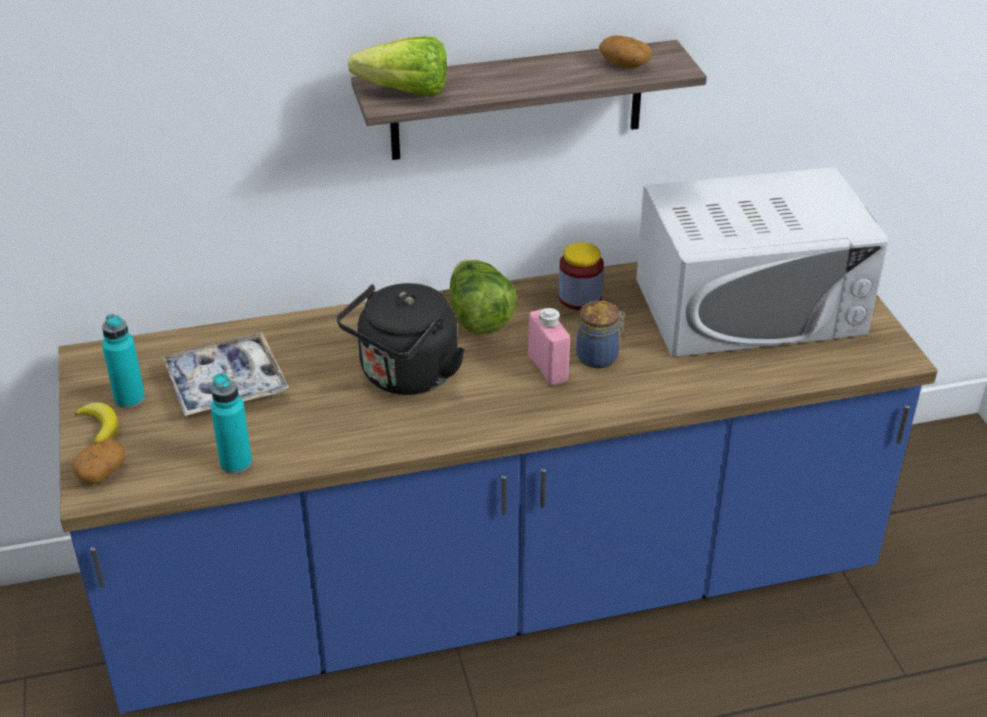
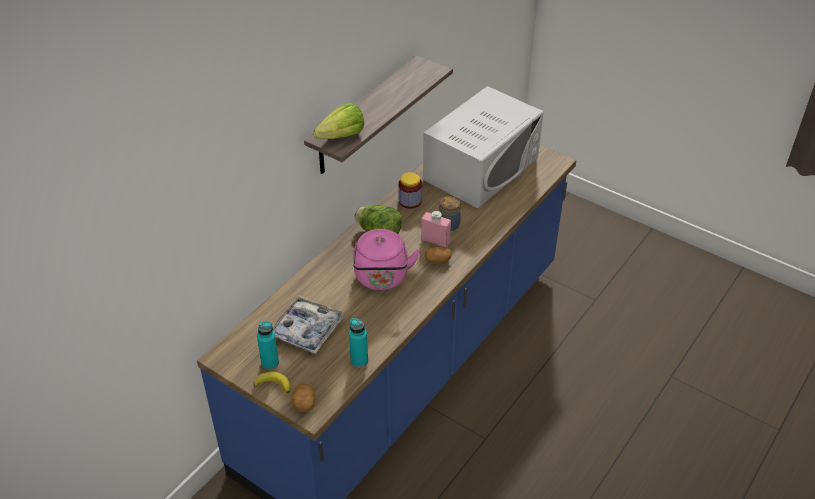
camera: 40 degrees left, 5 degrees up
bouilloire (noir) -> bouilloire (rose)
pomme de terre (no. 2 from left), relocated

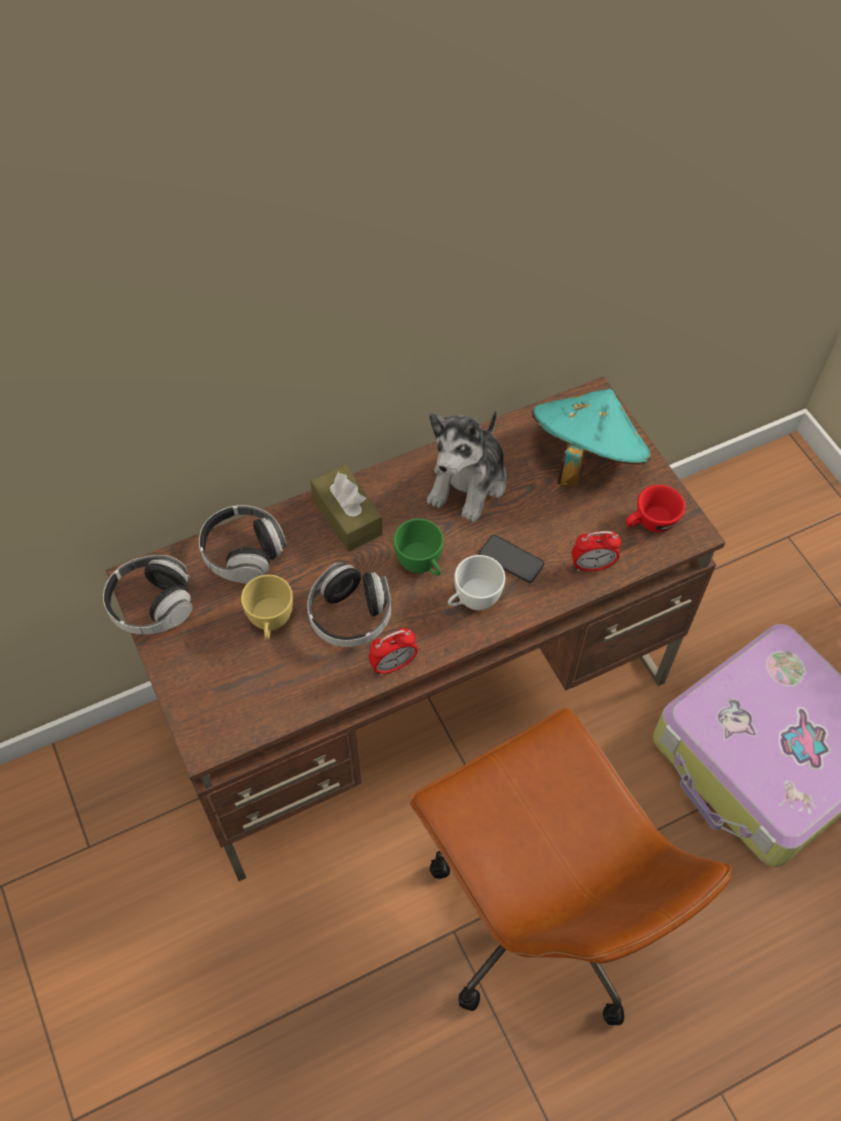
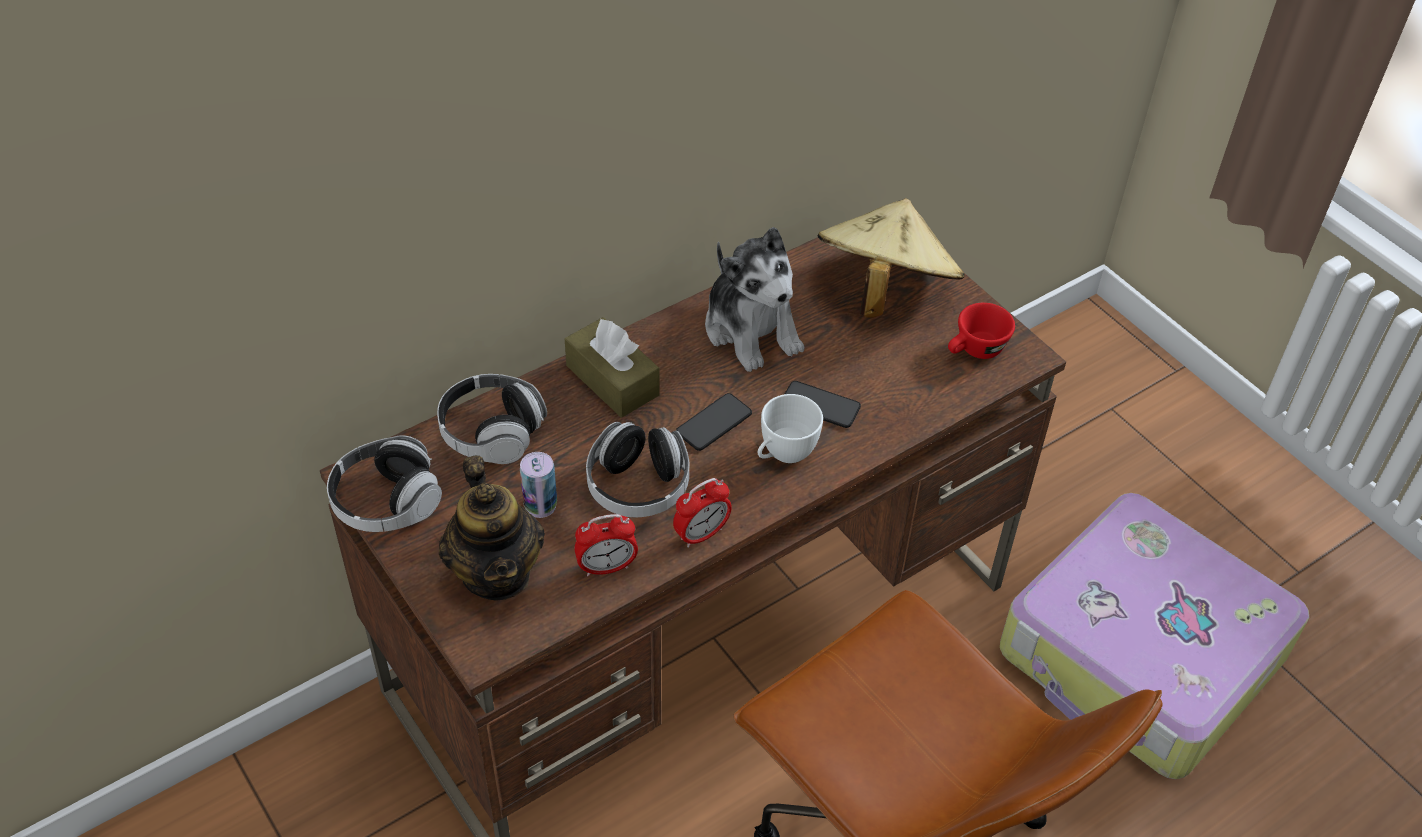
camera: 10 degrees left, 10 degrees down
none -> théière
tasse (jaune) -> boîte métallique
réveil (no. 2 from left in the first image) -> réveil (no. 1 from left), relocated
tasse (vert) -> téléphone (no. 1 from left)
peluche, 45 degrees counterclockwise
chapeau (turquoise) -> chapeau (beige)

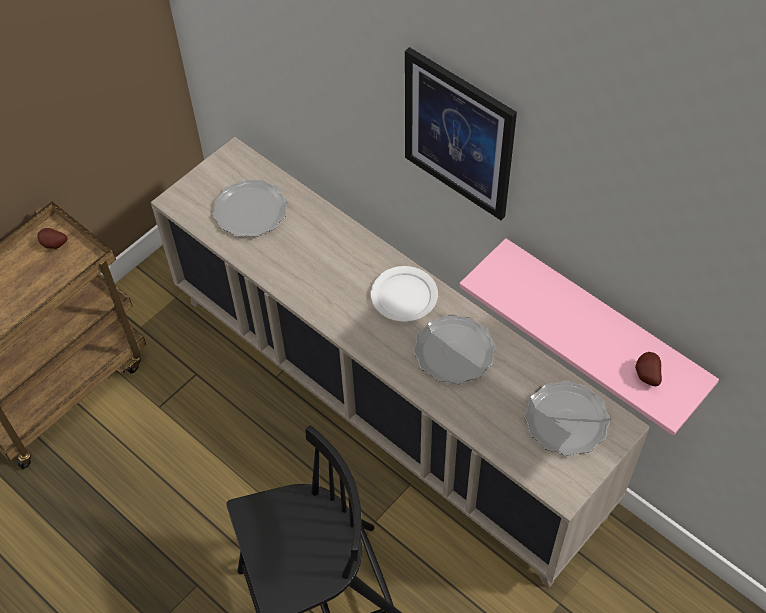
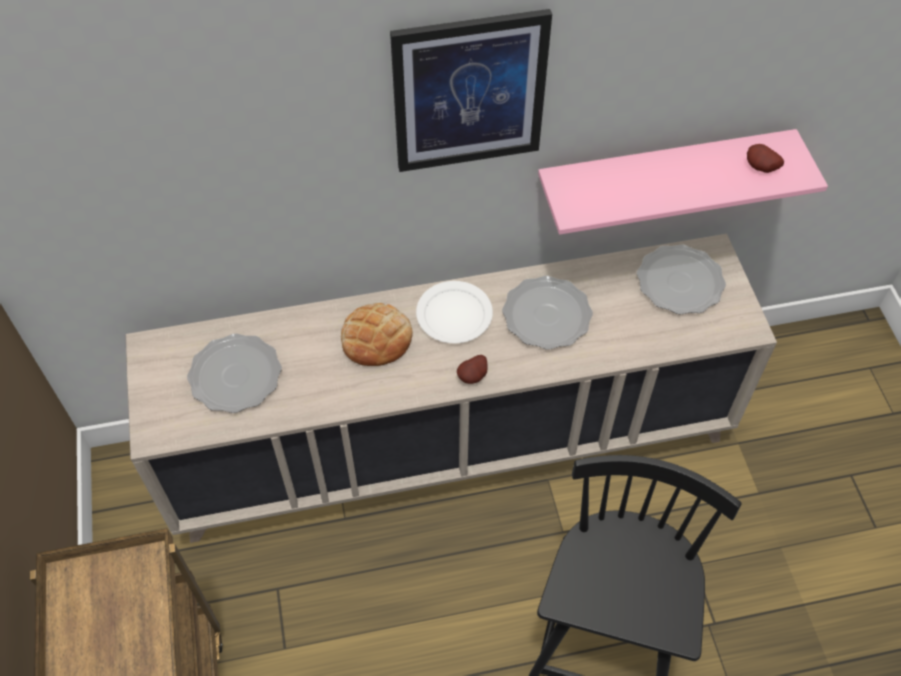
camera: 55 degrees left, 0 degrees up
none -> pain
pomme de terre (no. 1 from left), relocated

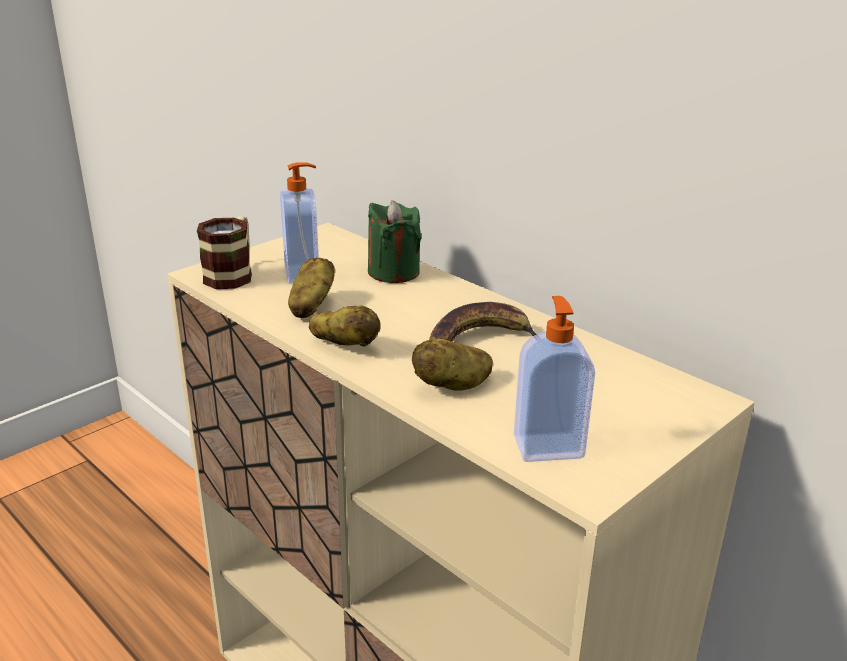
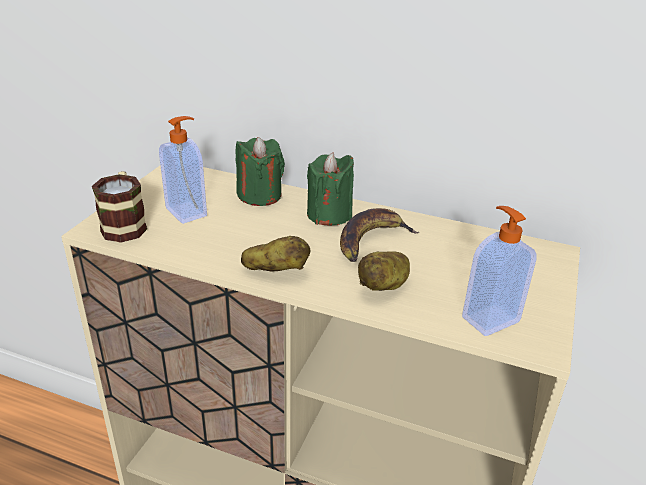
camera: 25 degrees left, 5 degrees up
none -> bougie (vert) (no. 2 from left)
pomme de terre (no. 1 from left) -> none

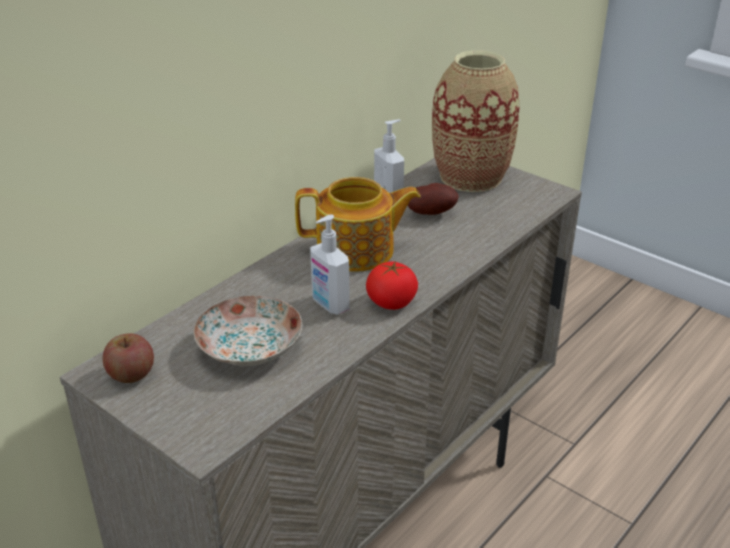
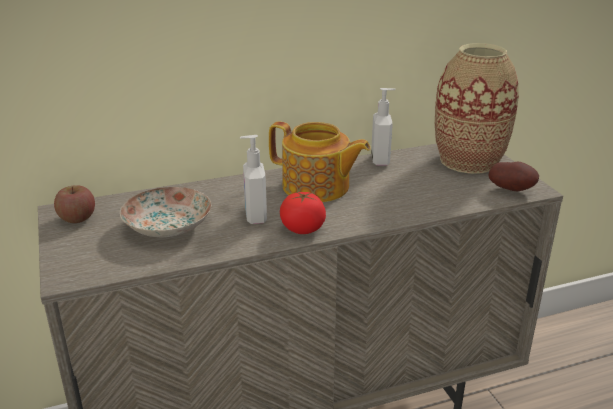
camera: 30 degrees right, 5 degrees down
pomme de terre, relocated

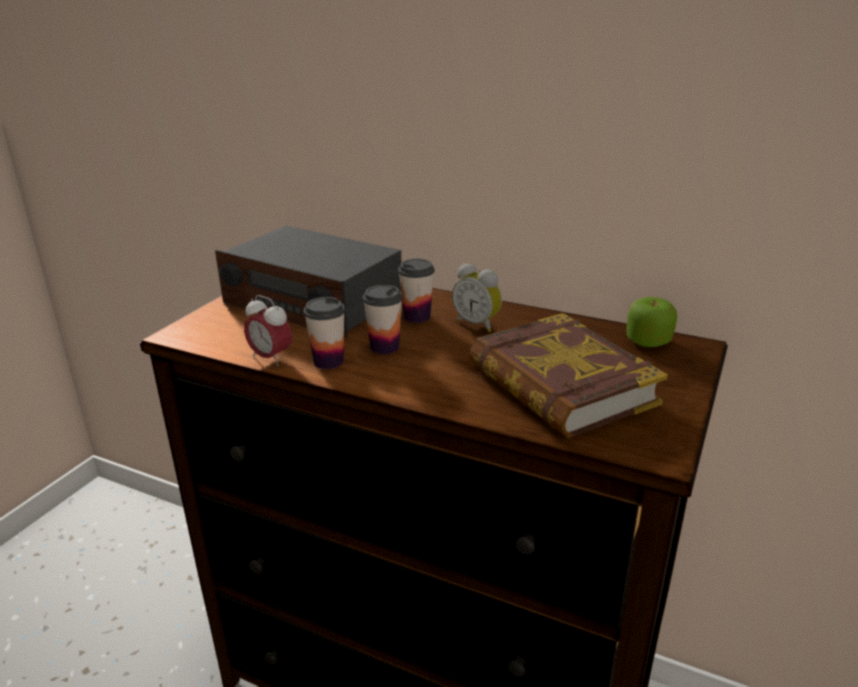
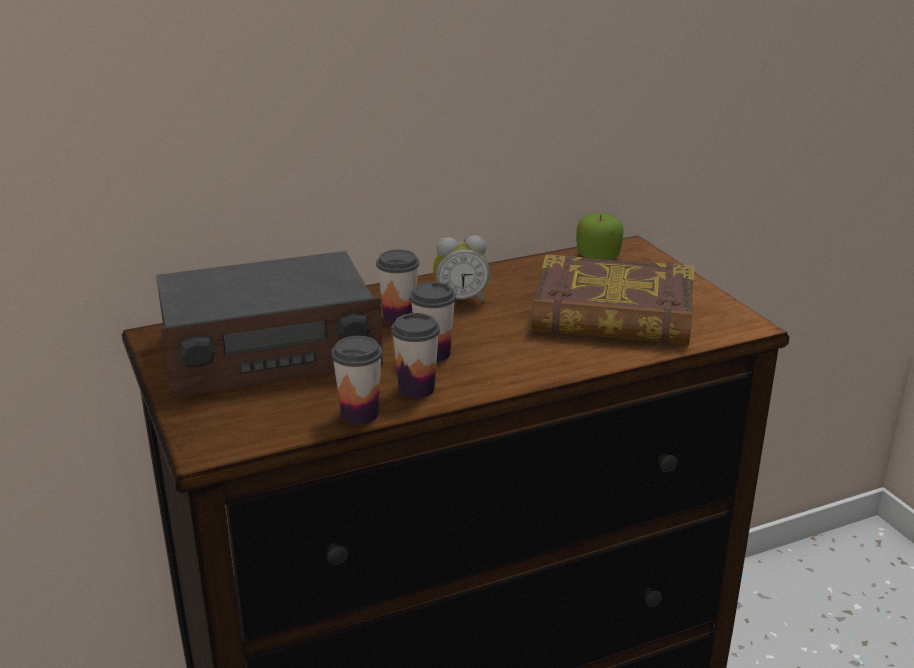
camera: 50 degrees left, 0 degrees up
réveil (no. 1 from left) -> tasse (no. 1 from left)

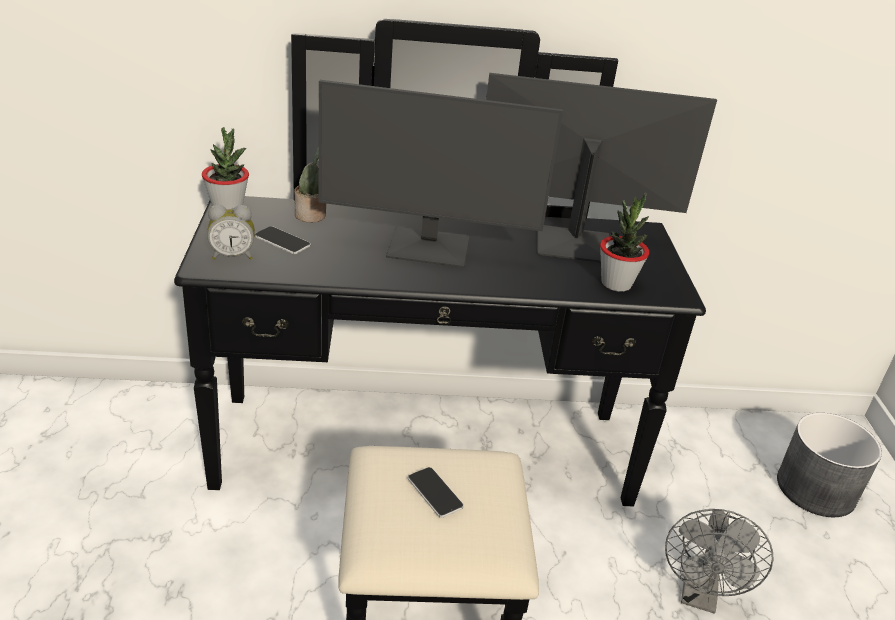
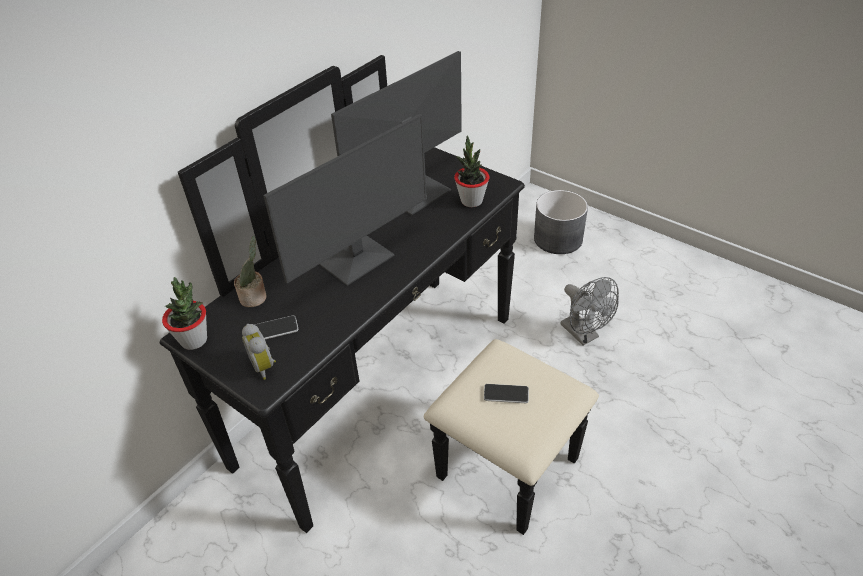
camera: 45 degrees left, 10 degrees up
réveil, 120 degrees clockwise

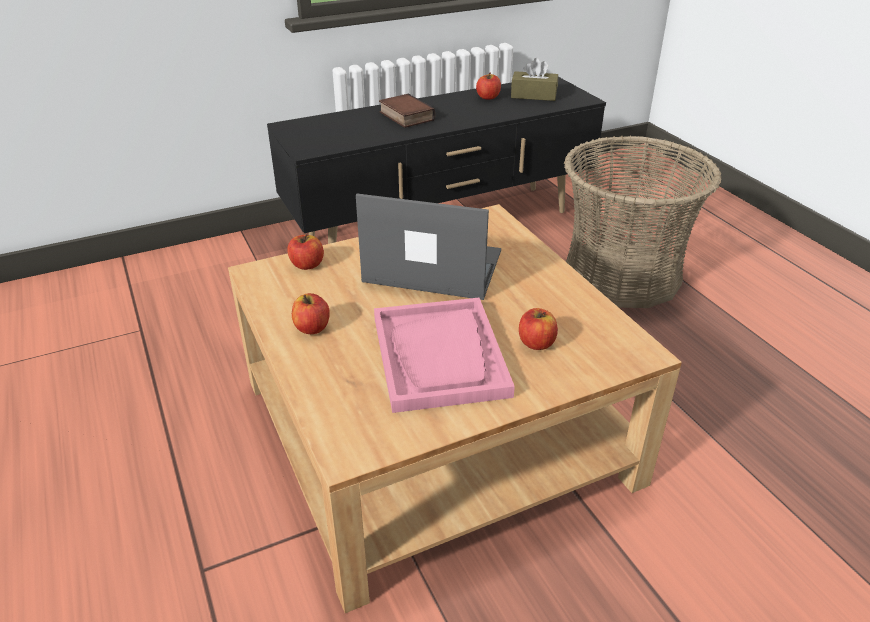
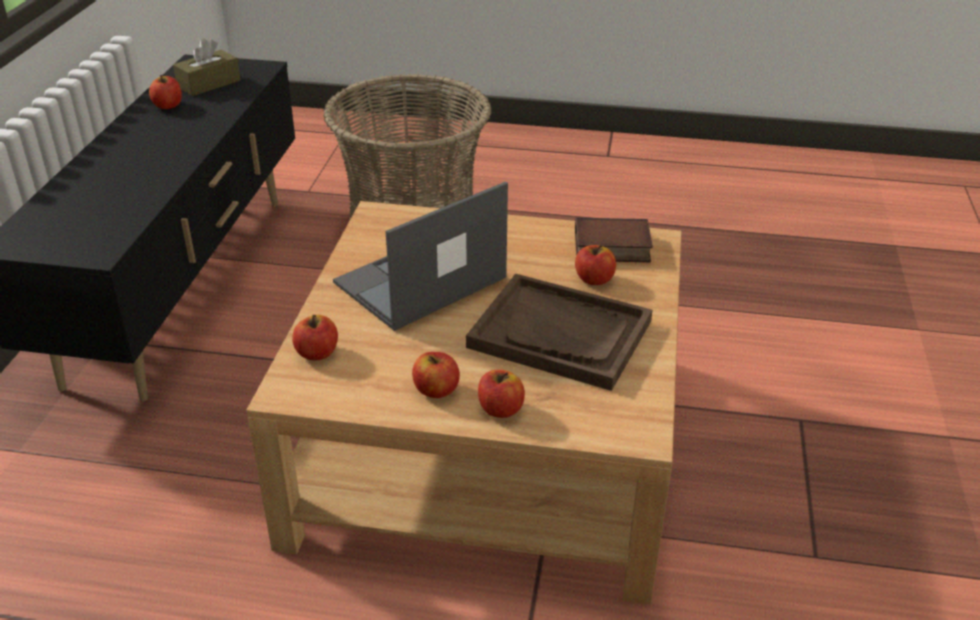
camera: 55 degrees left, 0 degrees up
plateau (rose) -> plateau (marron)
none -> pomme (no. 4 from left)
livre, relocated

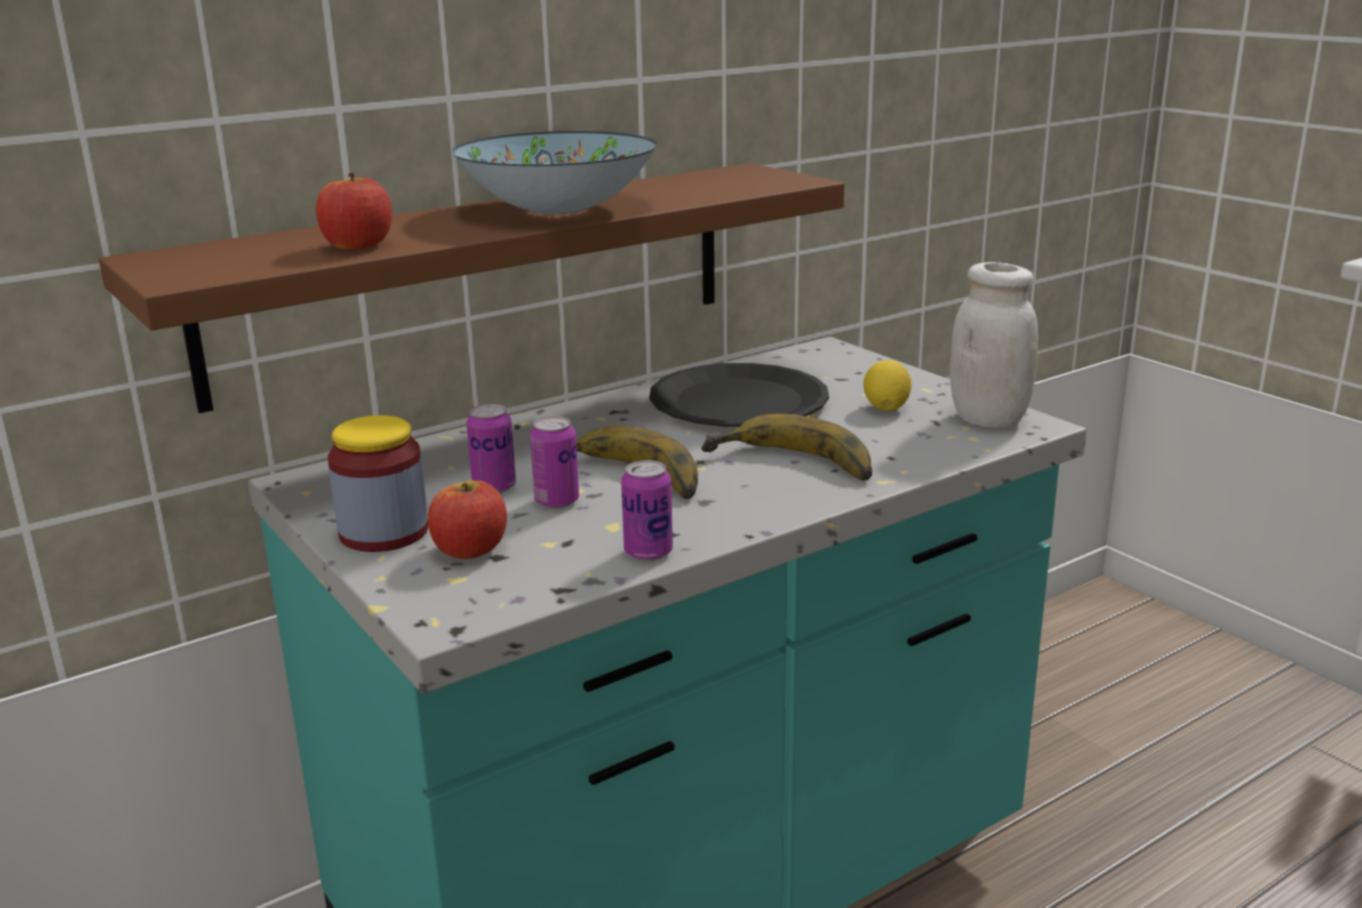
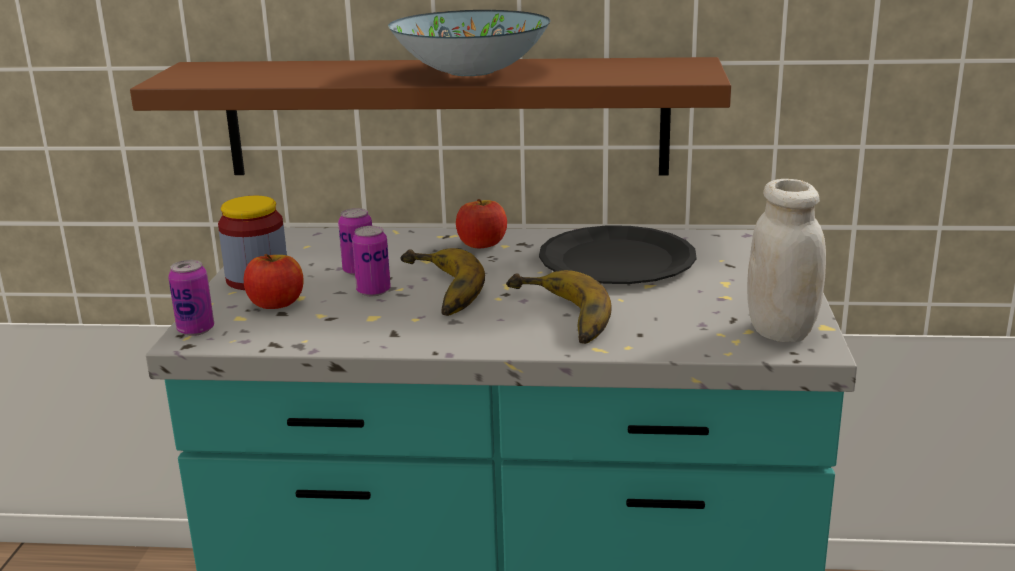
camera: 40 degrees right, 0 degrees up
boîte métallique (no. 3 from left in the first image) -> boîte métallique (no. 1 from left), relocated
pomme (no. 1 from left in the first image) -> pomme (no. 2 from left), relocated
citron -> none

